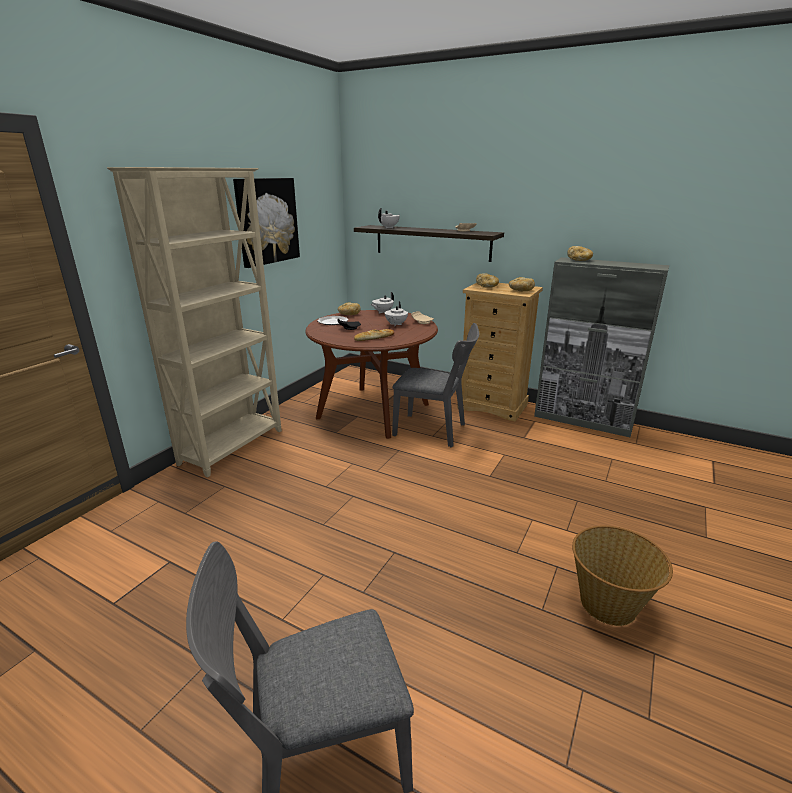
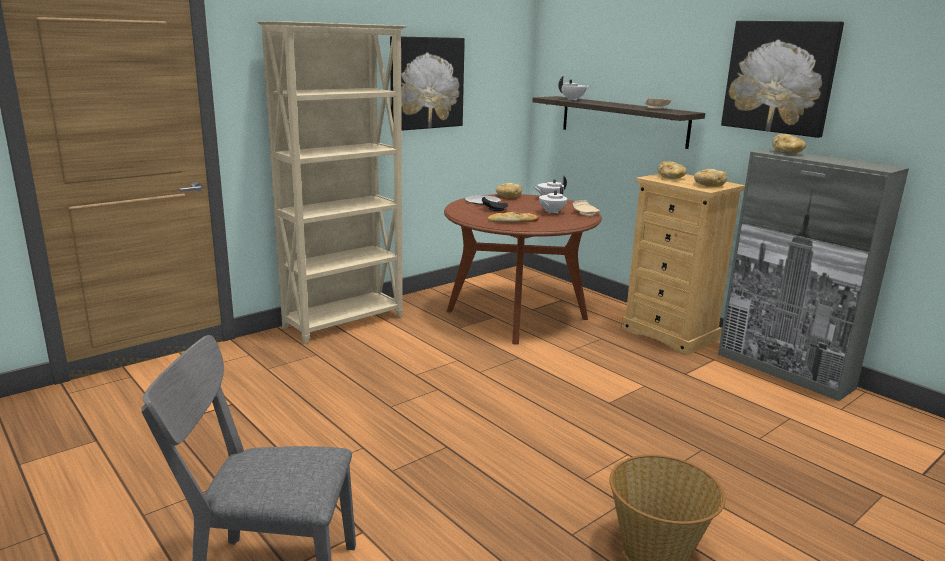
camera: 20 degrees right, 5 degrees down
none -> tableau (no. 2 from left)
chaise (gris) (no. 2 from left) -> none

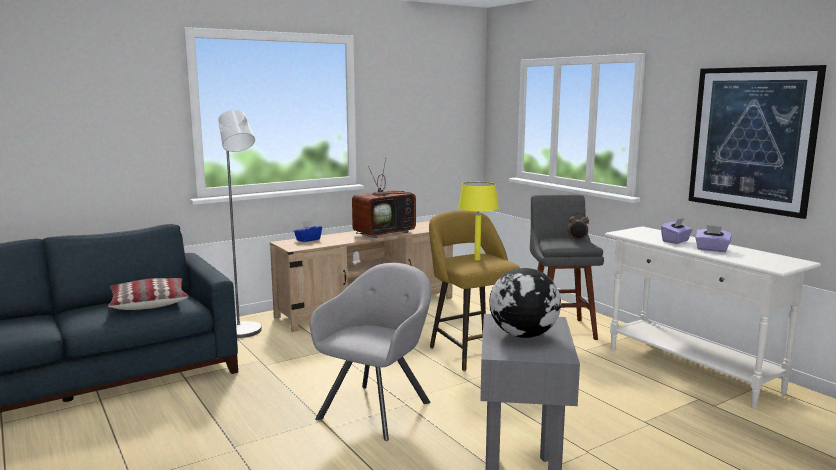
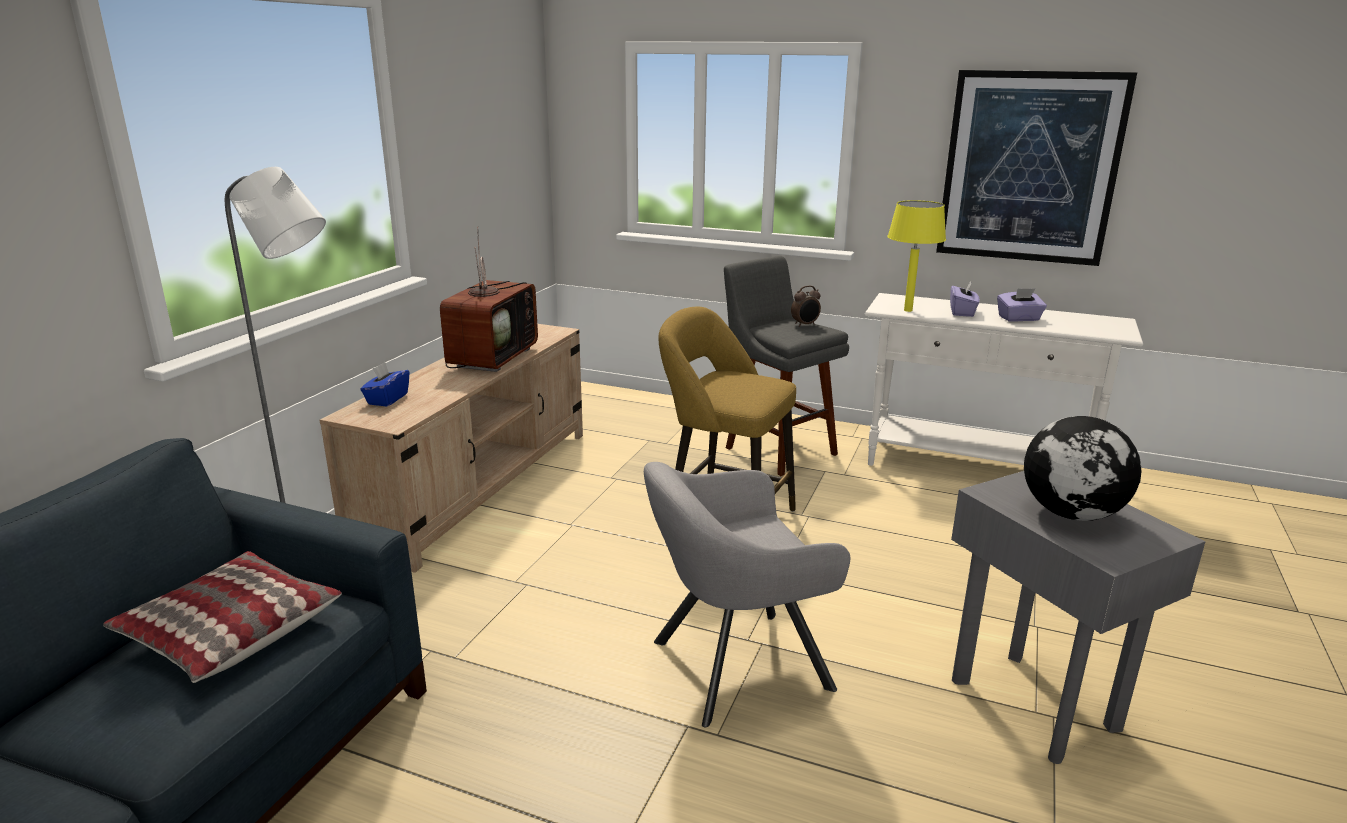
camera: 35 degrees left, 10 degrees up
fauteuil (gris), 105 degrees counterclockwise
lampe de table (jaune), relocated

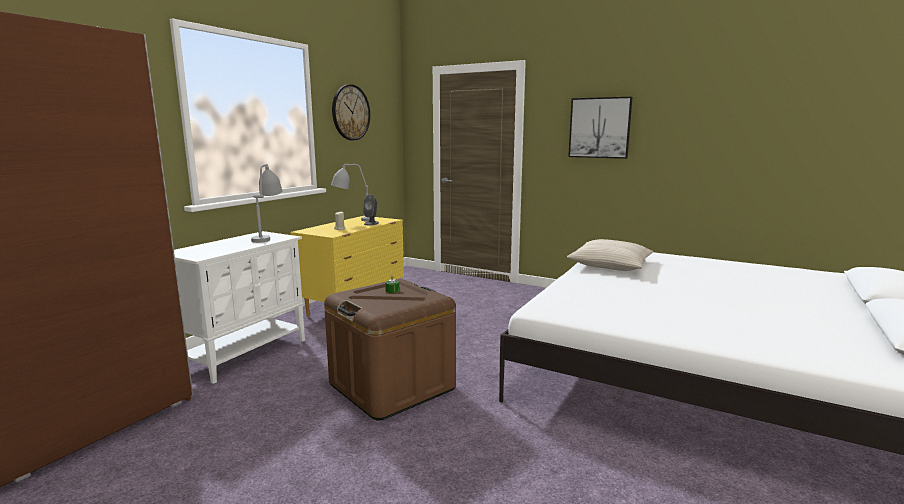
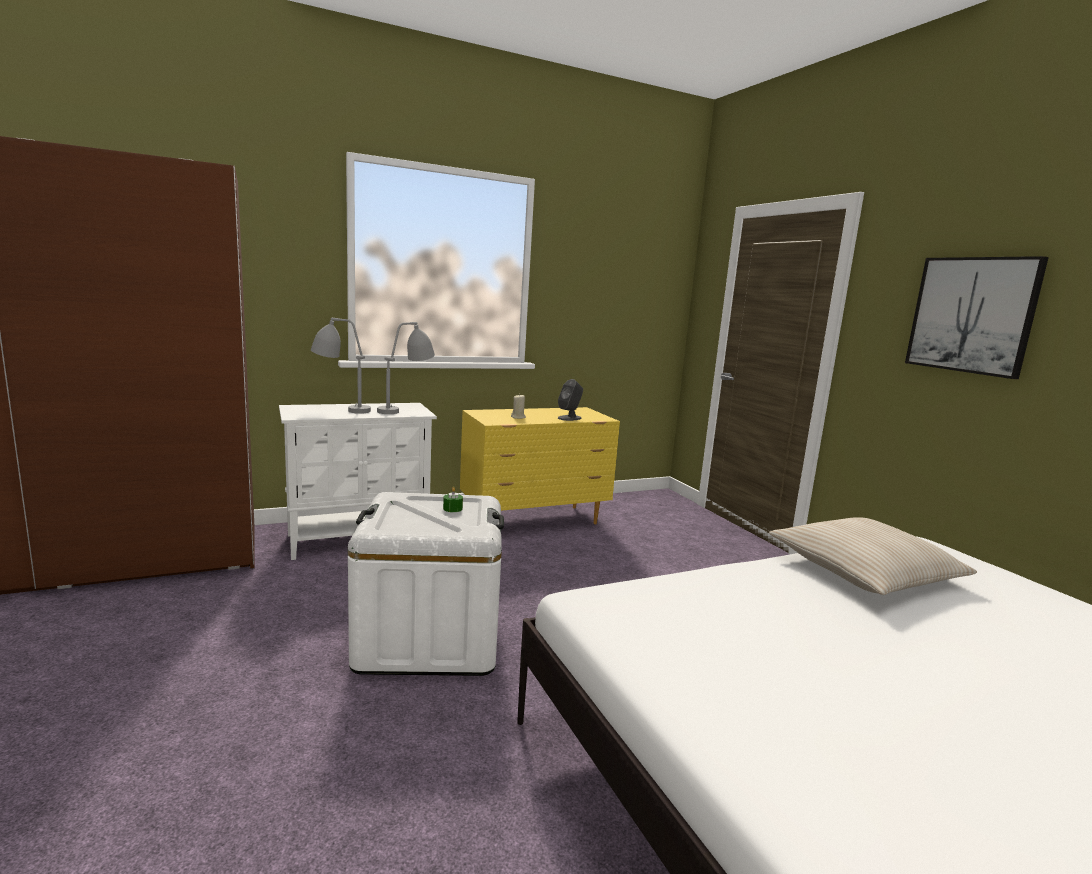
camera: 35 degrees right, 0 degrees up
lampe de table (gris) (no. 2 from left in the first image) -> lampe de table (gris) (no. 1 from left), relocated
boîte de rangement (marron) -> boîte de rangement (blanc)
horloge murale -> none

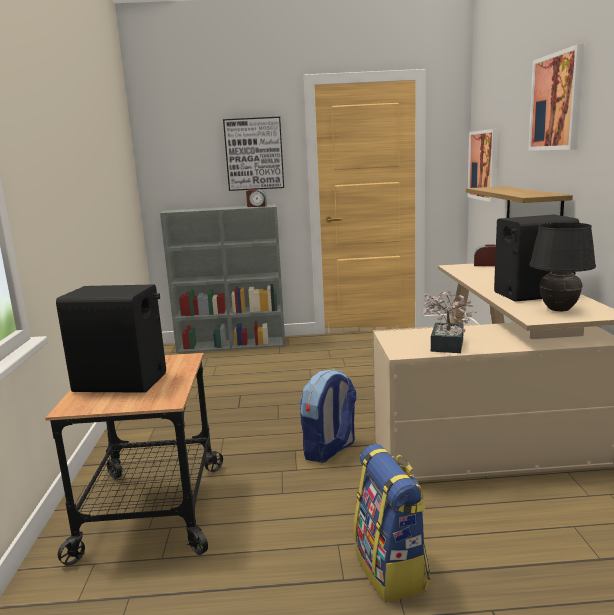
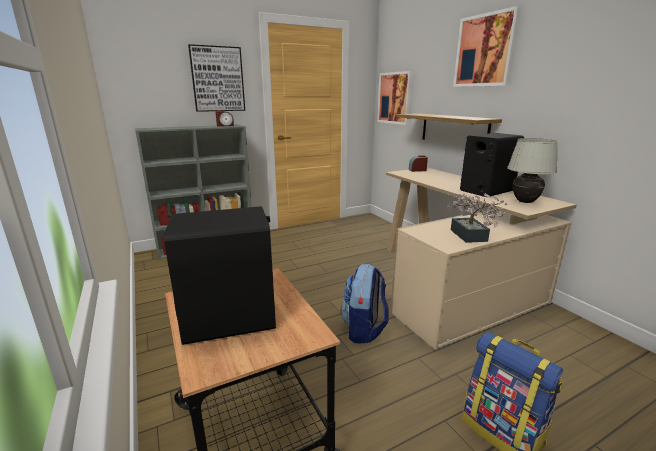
camera: 25 degrees left, 5 degrees up
lampe de table (noir) -> lampe de table (blanc)

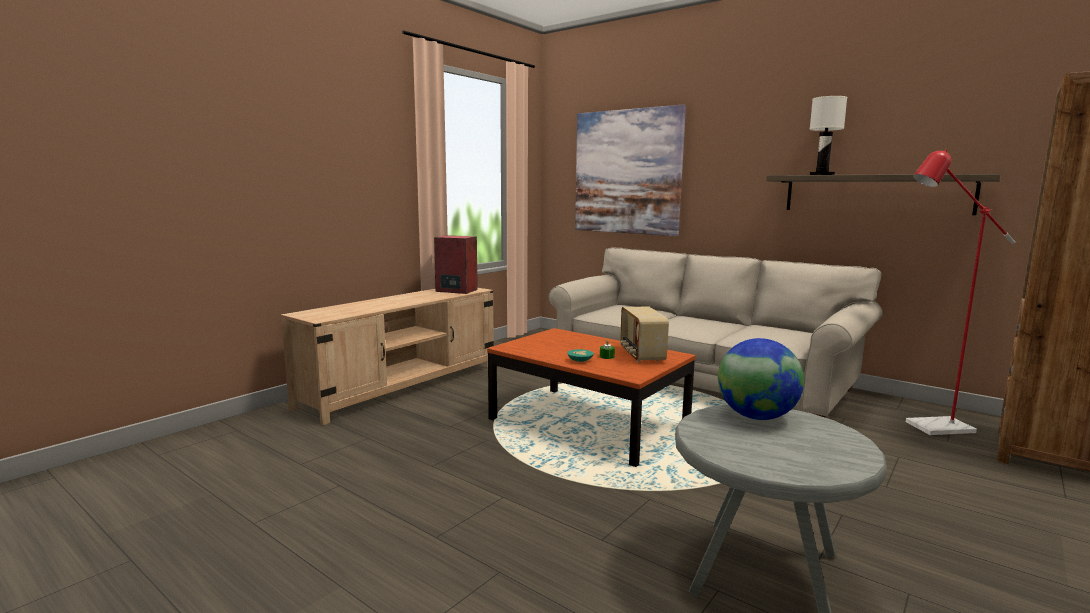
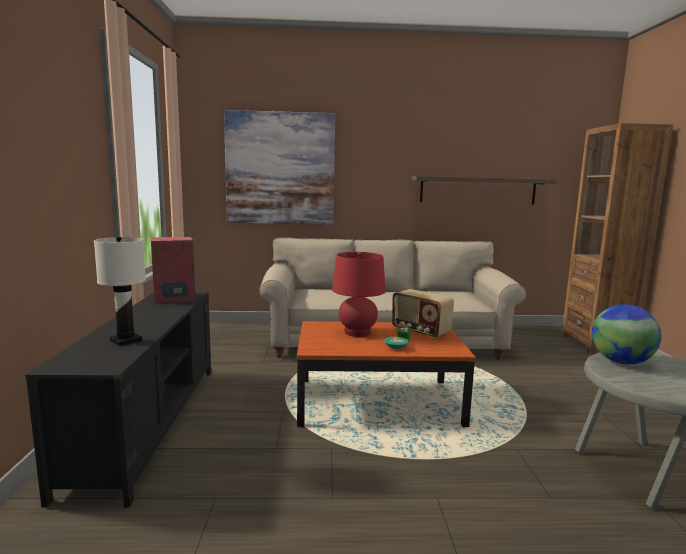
camera: 40 degrees left, 0 degrees up
meuble télé (beige) -> meuble télé (noir)
lampe de table (blanc), relocated
none -> lampe de table (rouge)
lampadaire (rouge) -> none

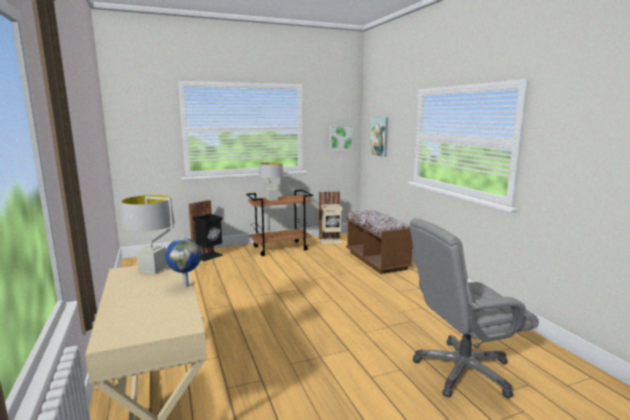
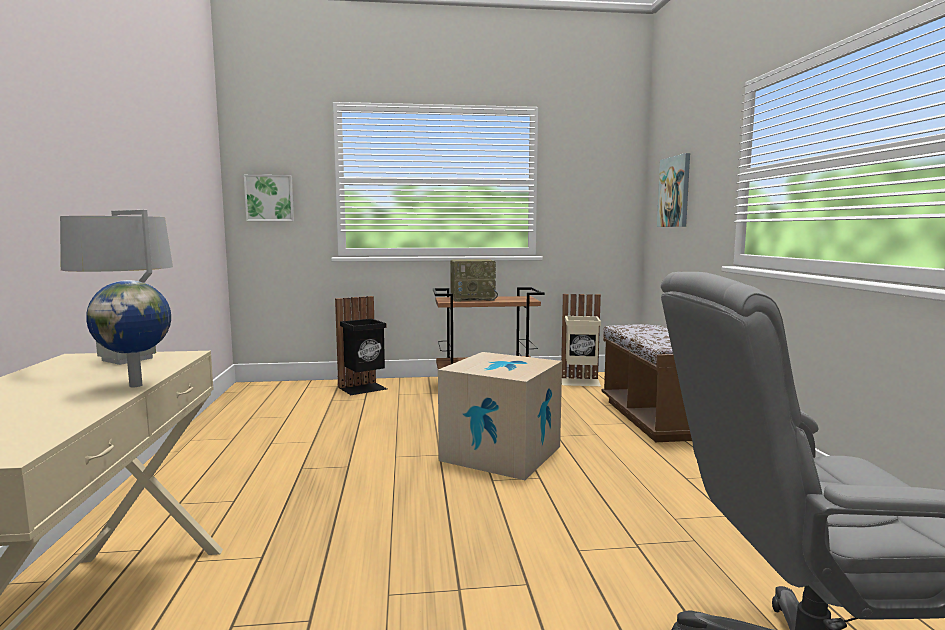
camera: 15 degrees right, 5 degrees down
tableau (no. 1 from left), relocated
none -> carton
lampe de table (gris) (no. 2 from left) -> radio

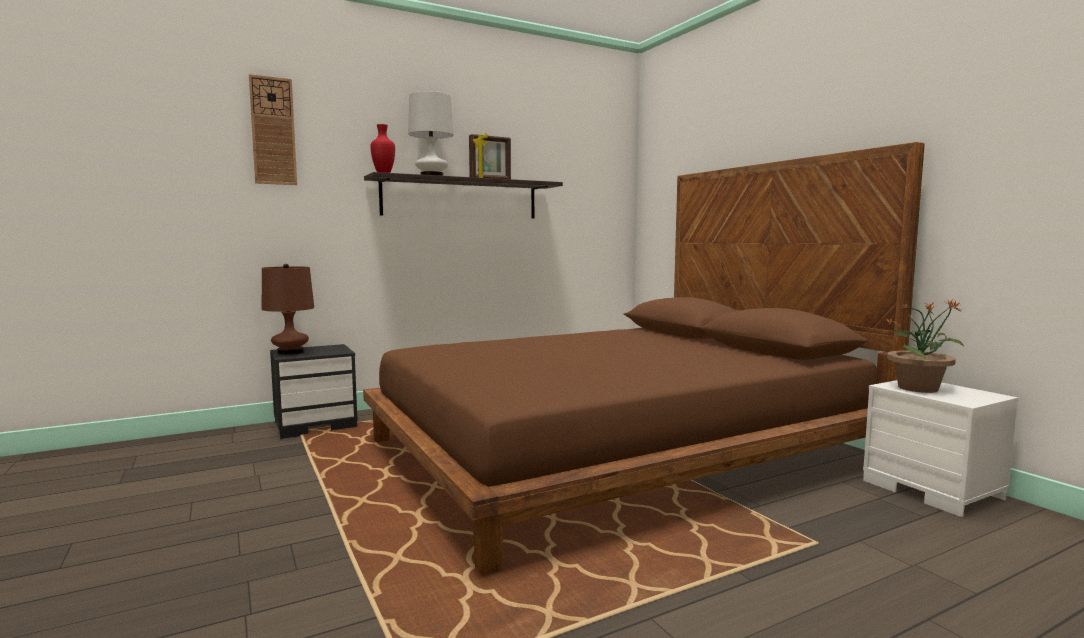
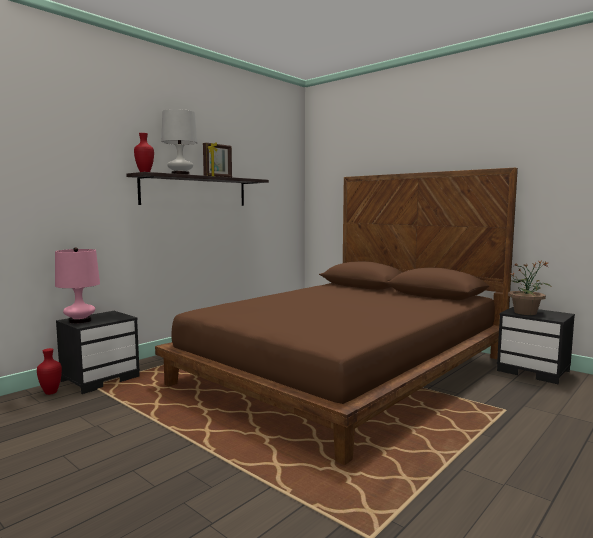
camera: 20 degrees left, 0 degrees up
none -> vase (rouge) (no. 1 from left)
lampe de table (marron) -> lampe de table (rose)
table de chevet (blanc) -> table de chevet (noir) (no. 2 from left)
horloge murale -> none

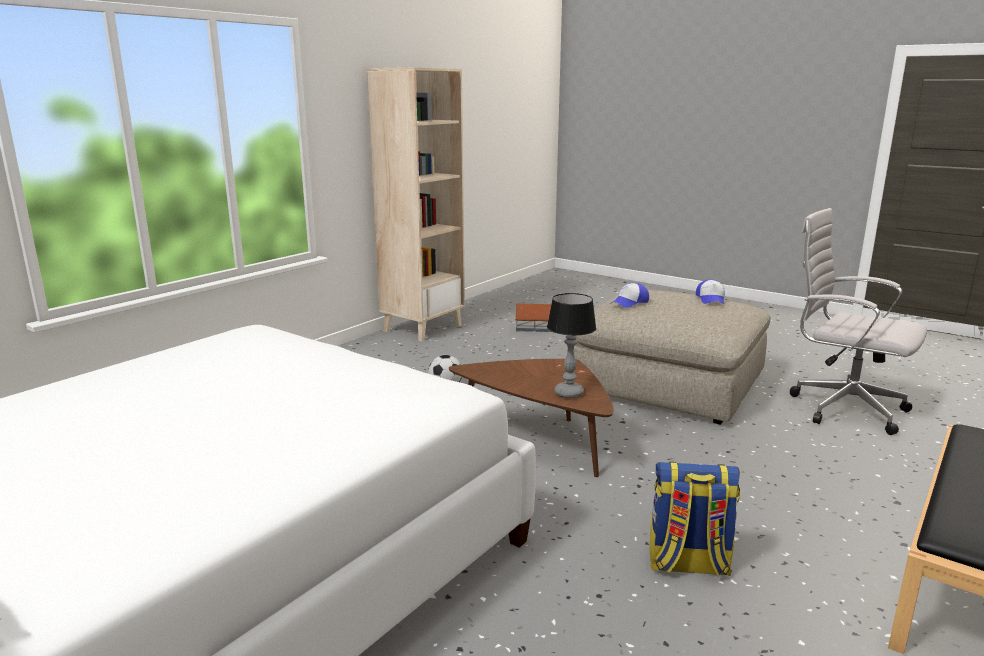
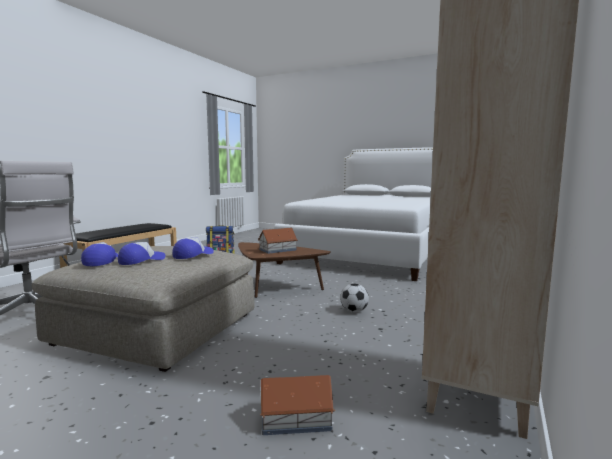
camera: 170 degrees right, 10 degrees down
none -> casquette (no. 2 from left)
none -> maison miniature (no. 1 from left)
lampe de table -> none

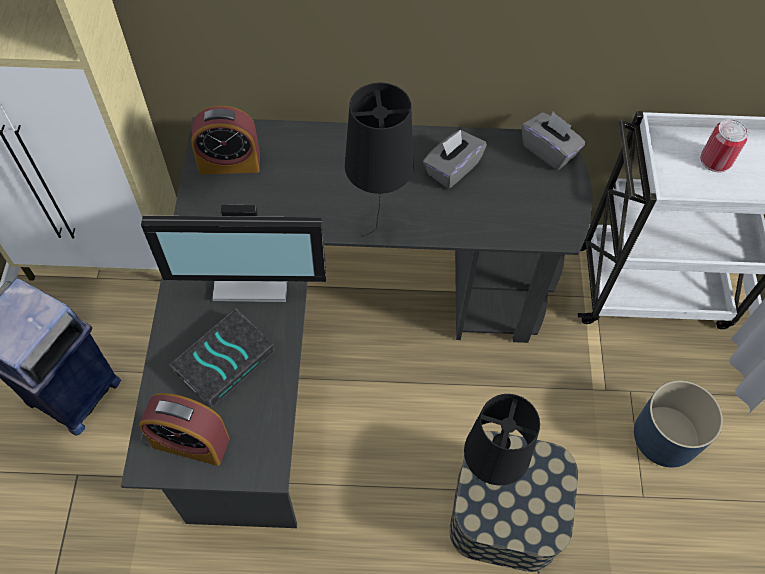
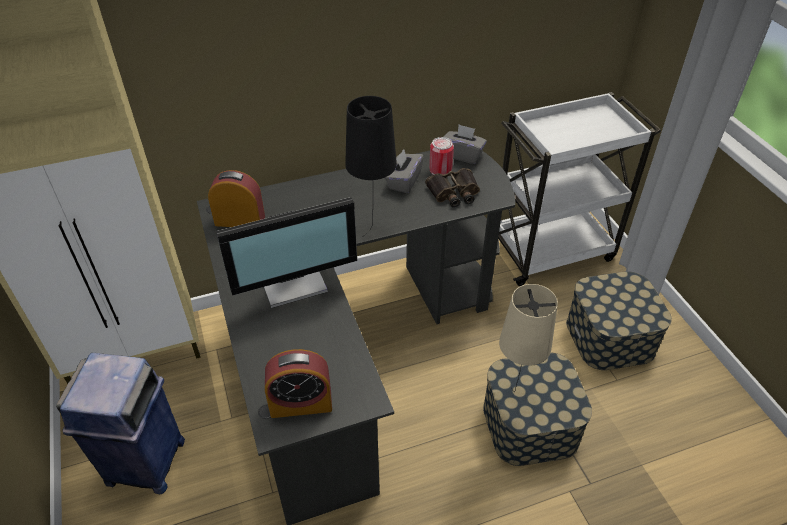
camera: 20 degrees left, 15 degrees down
réveil (no. 2 from left in the first image) -> réveil (no. 1 from left), 150 degrees counterclockwise
none -> jumelles
boîte métallique, relocated
lampe de table (noir) (no. 2 from left) -> lampe de table (beige)
cache-pot (bleu) -> boîte de rangement (no. 2 from left)
livre -> none

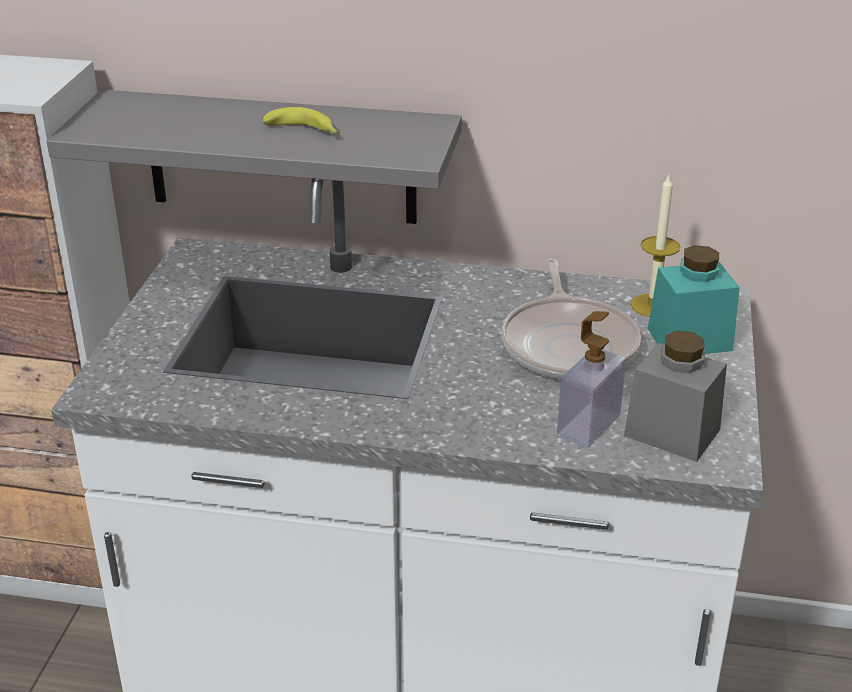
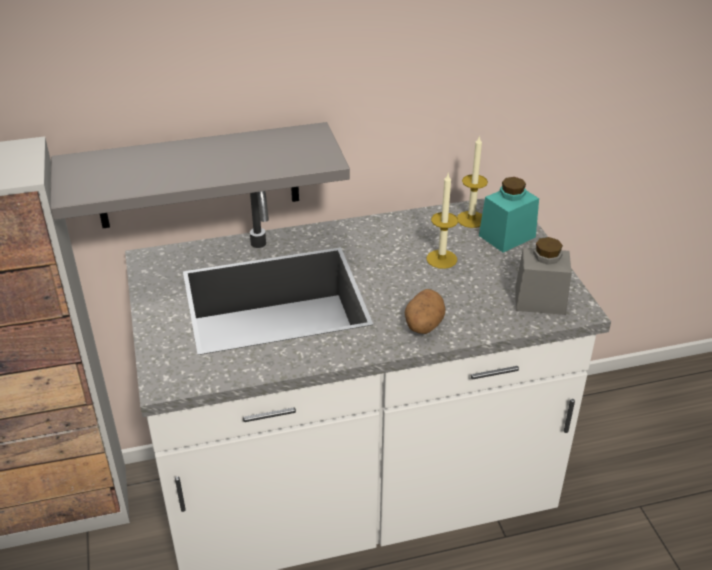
camera: 25 degrees left, 5 degrees up
none -> pomme de terre
poêle -> bougie (no. 1 from left)
banane -> none
distributeur de savon -> none

